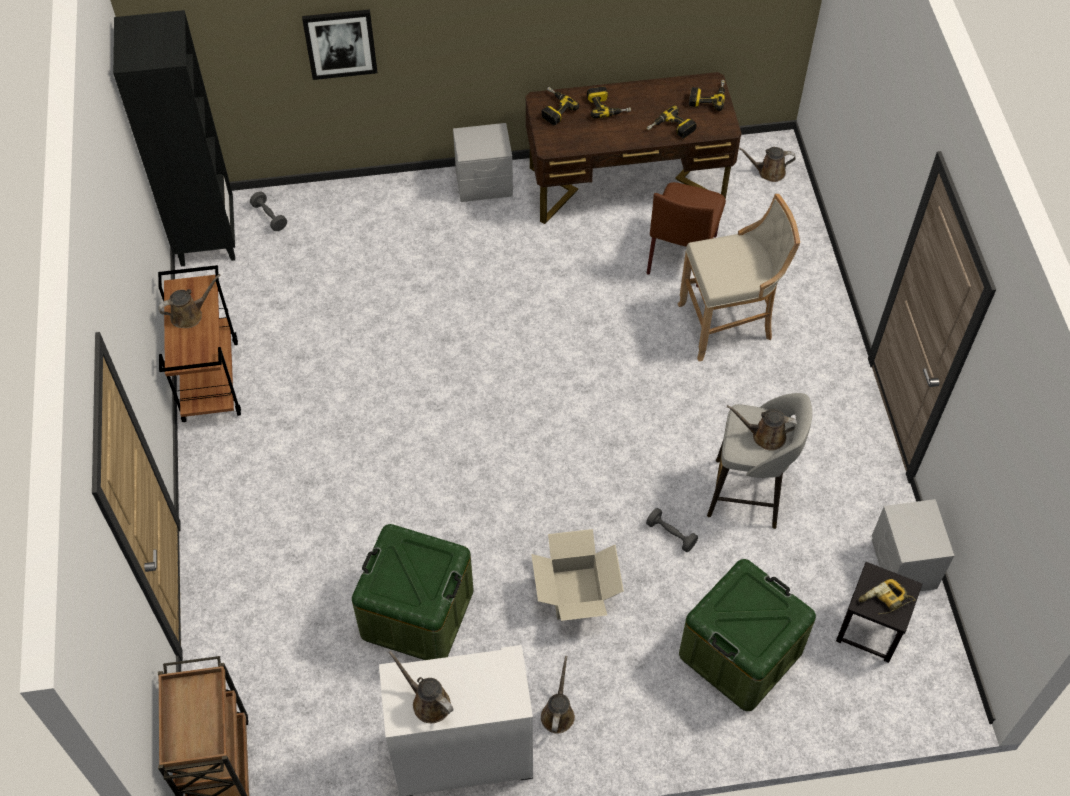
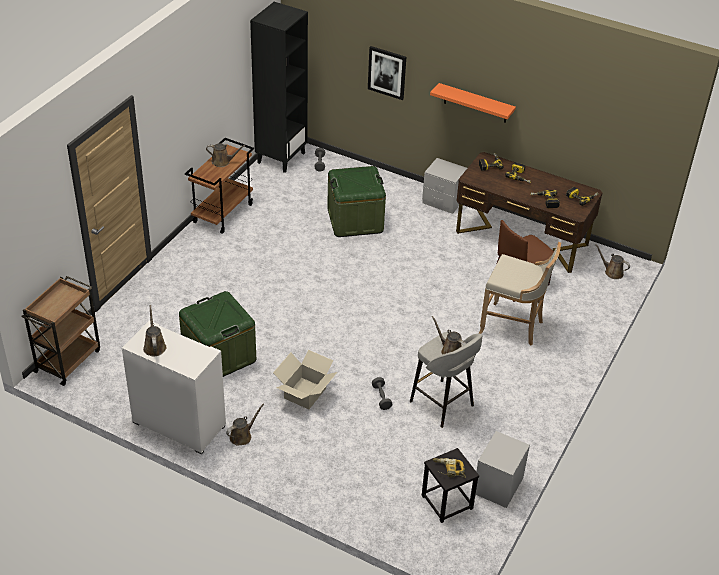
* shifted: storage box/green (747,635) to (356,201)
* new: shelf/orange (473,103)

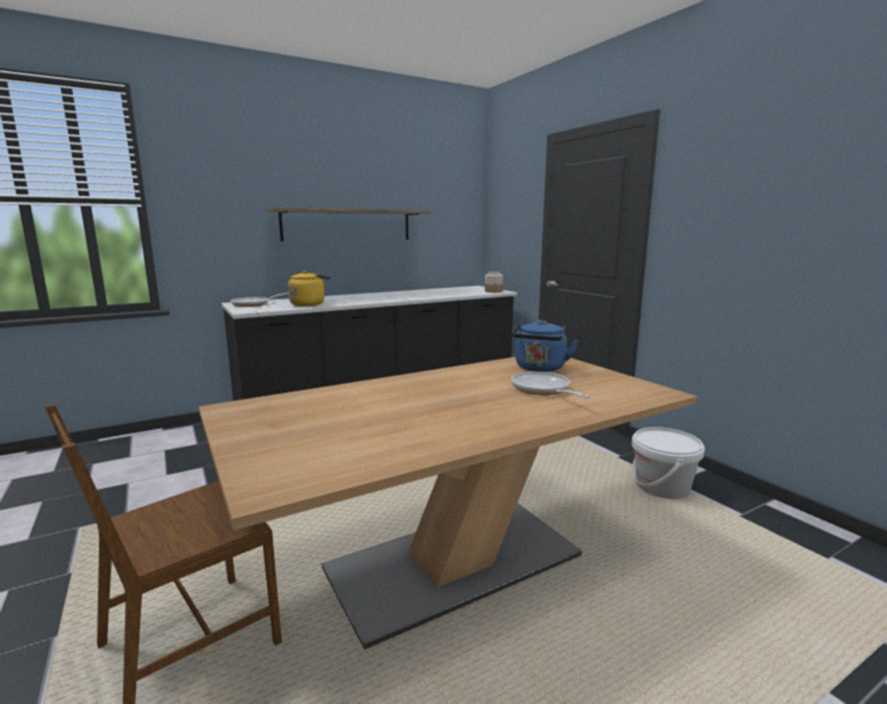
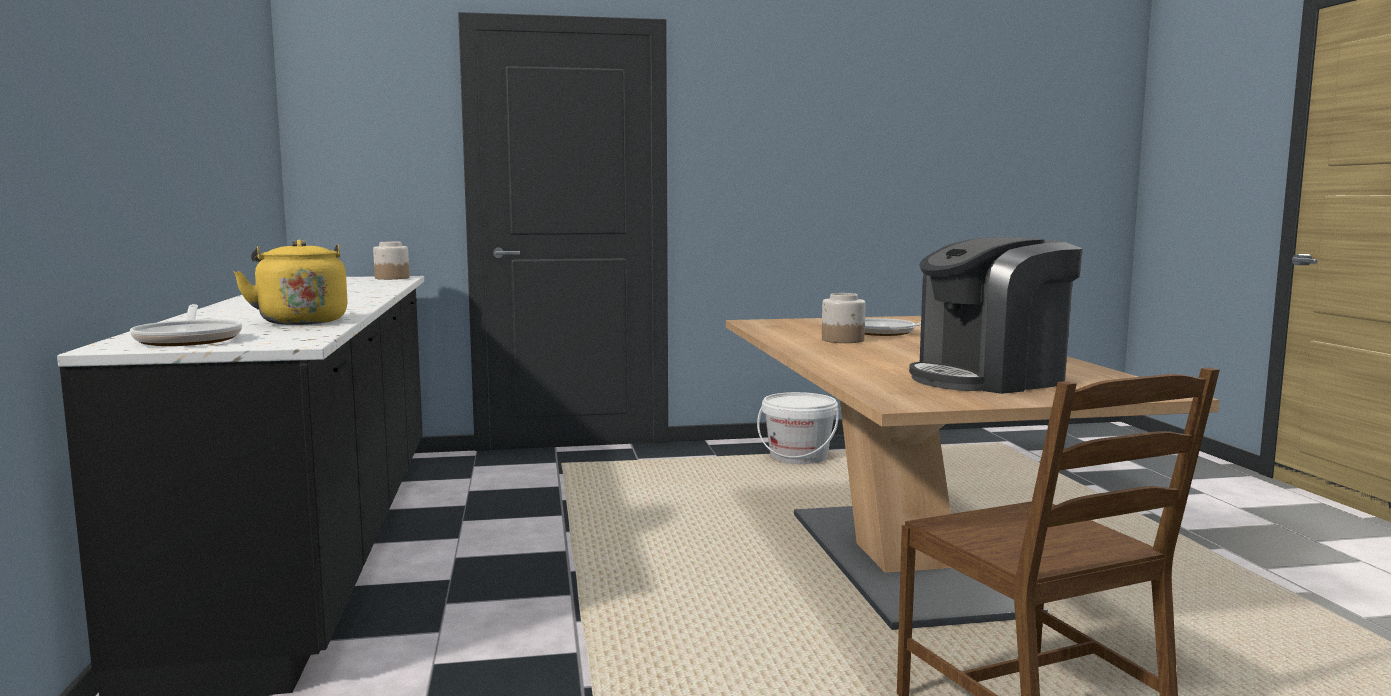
* new: jar (843,318)
* new: coffee machine (996,315)
* gone: shelf (348,224)
* gone: kettle/blue (545,346)

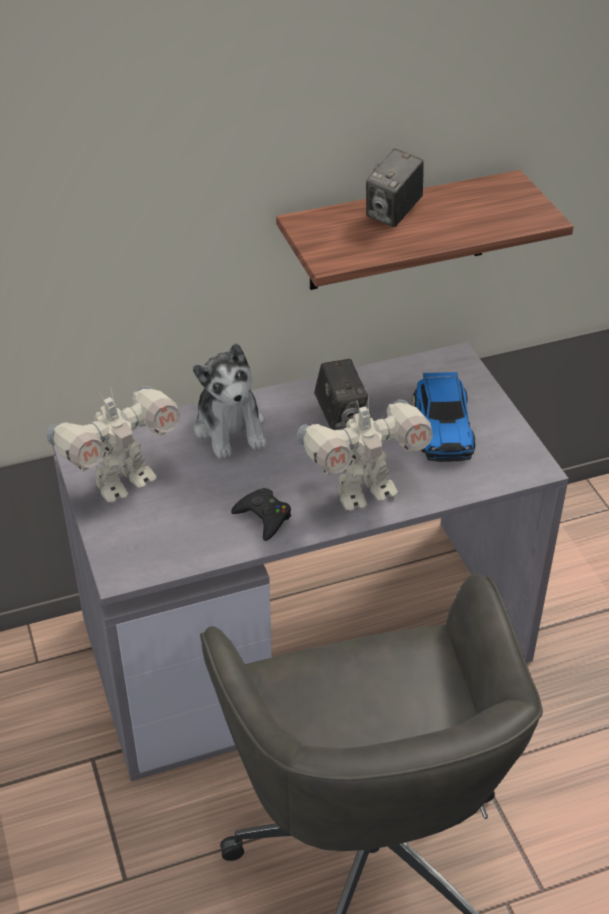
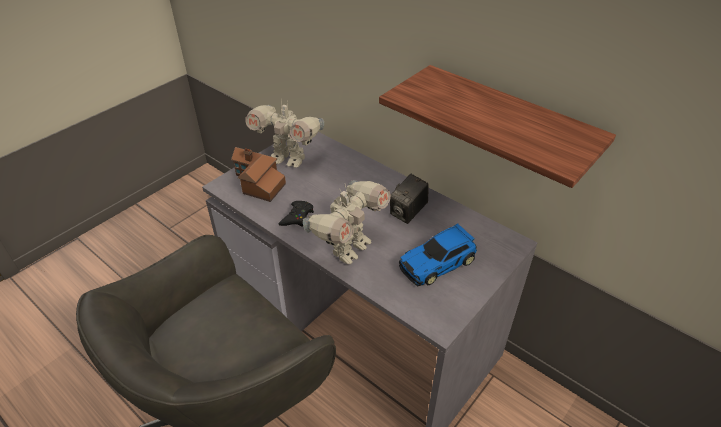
* new: toy house (258,174)
* rotated: toy robot (365,453) = (347,222) 90 degrees counterclockwise
* gone: plush toy (230,401)
* gone: photo camera (395,187)

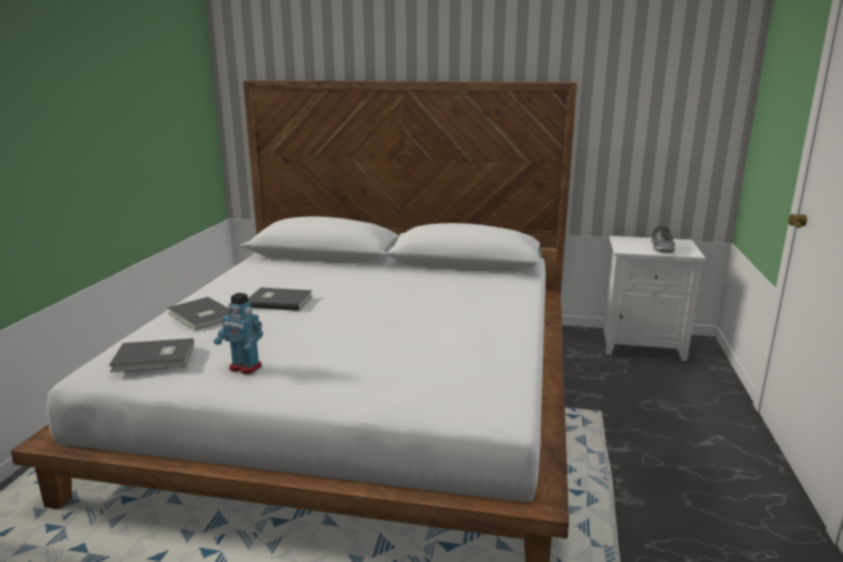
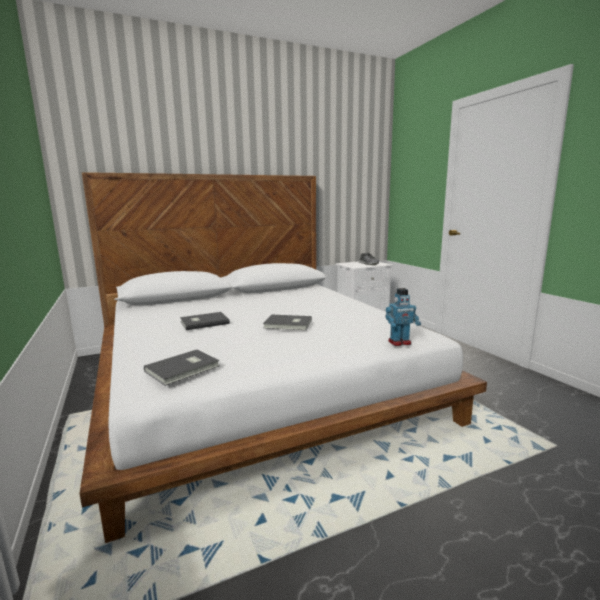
* shifted: book/grey (198,313) to (287,322)
* shifted: toy robot (238,333) to (403,317)

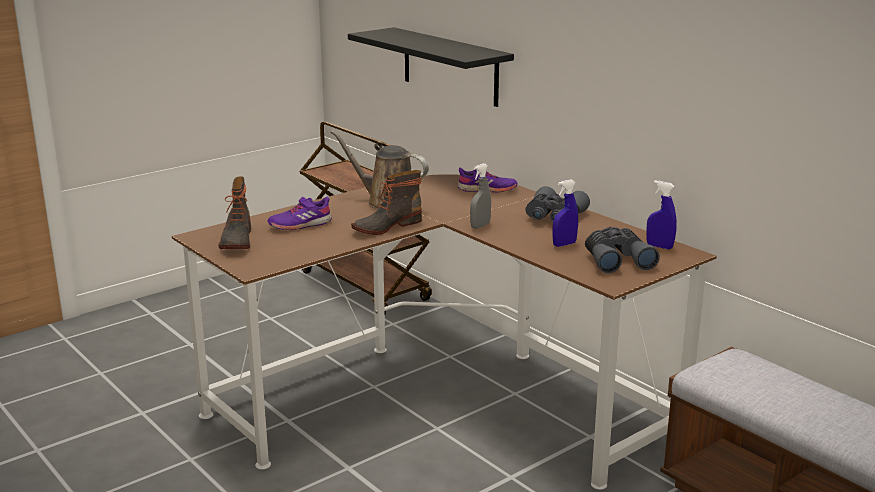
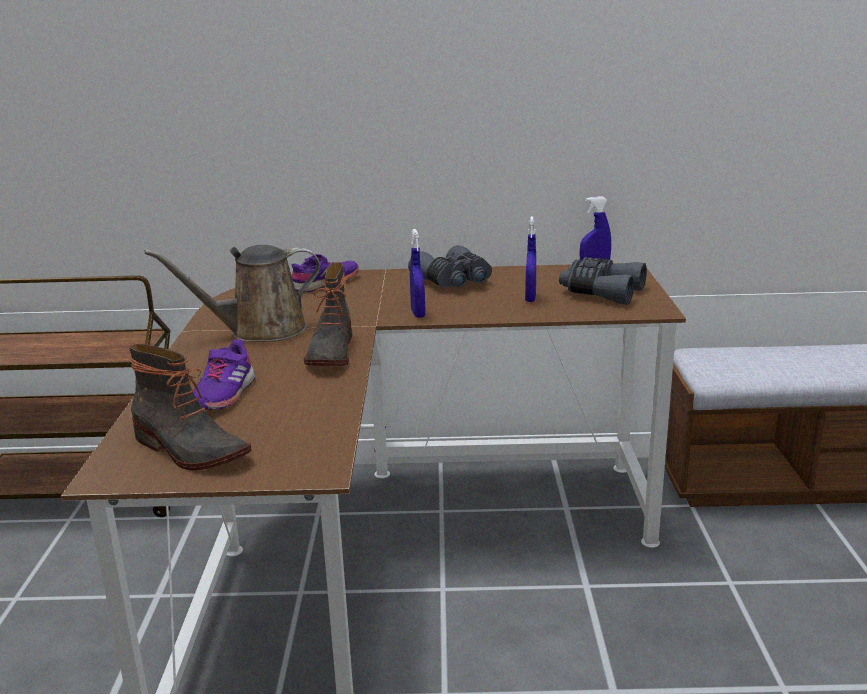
* repainted: spray bottle/grey (480,196) to spray bottle/blue (417,273)
* gone: shelf/black (431,67)

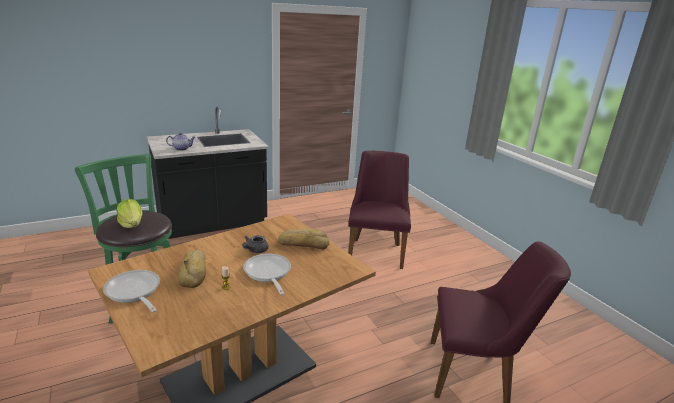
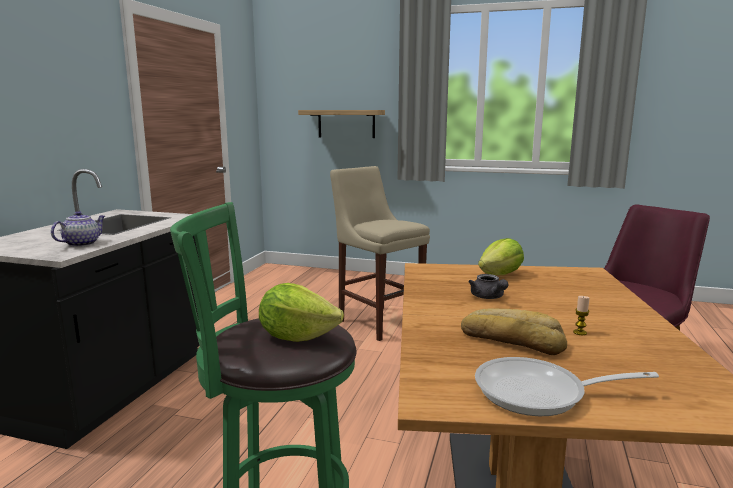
* new: shelf (341,124)
* swapped: chair/purple (379,210) to stool/beige (380,253)
* swapped: bread (303,239) to lettuce (501,256)
* gone: frying pan (267,274)

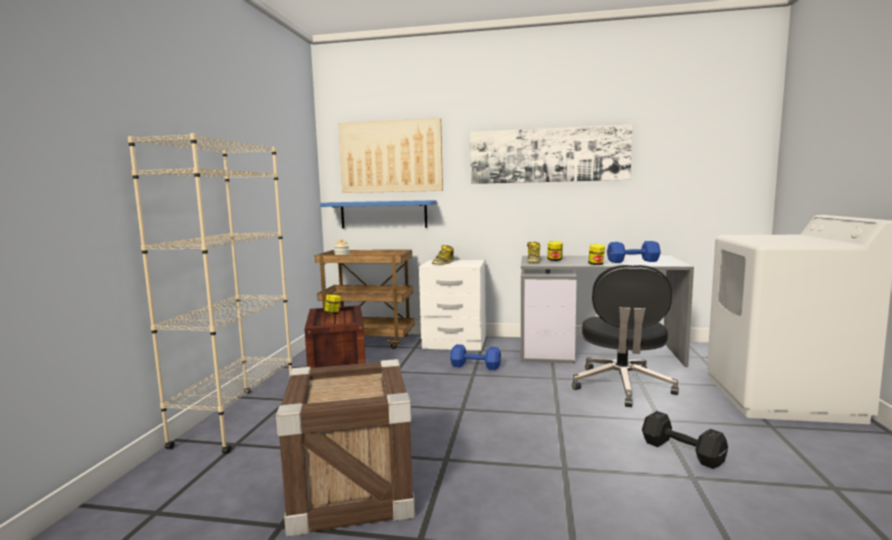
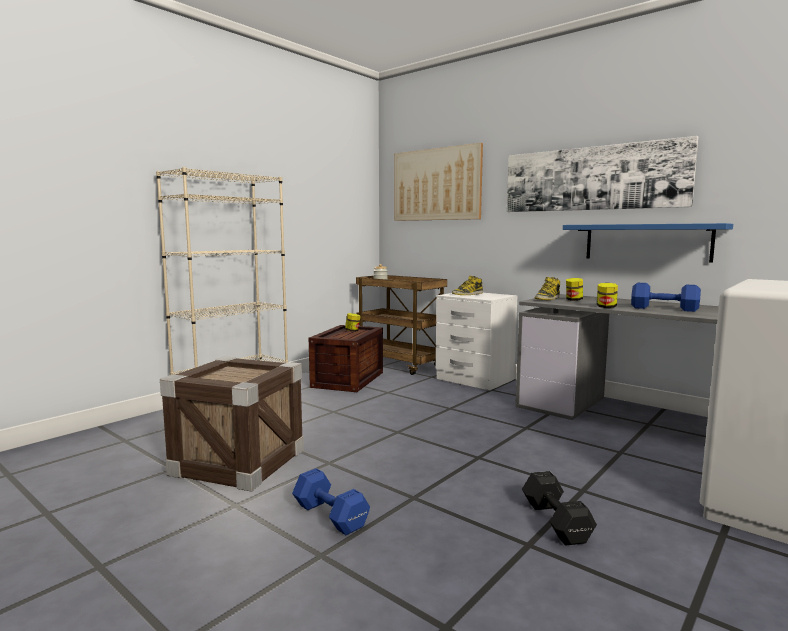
* shifted: dumbbell/blue (475,357) to (331,501)
* shifted: shelf/blue (378,214) to (648,242)
* gone: office chair/black (625,336)

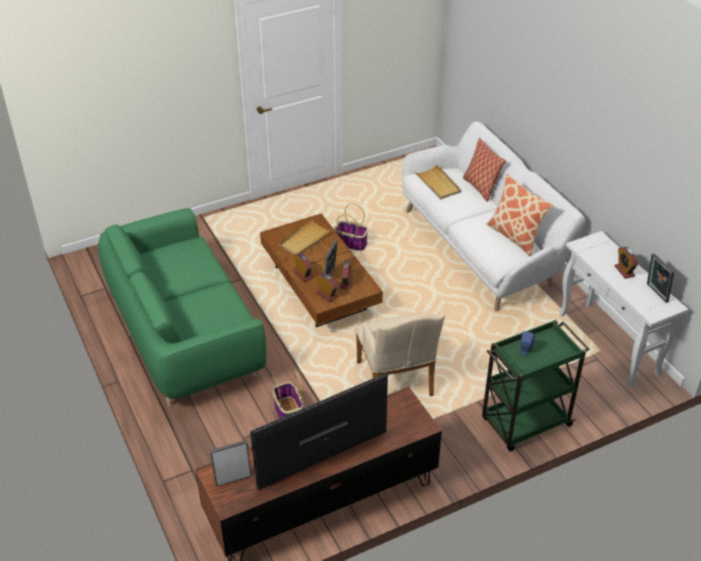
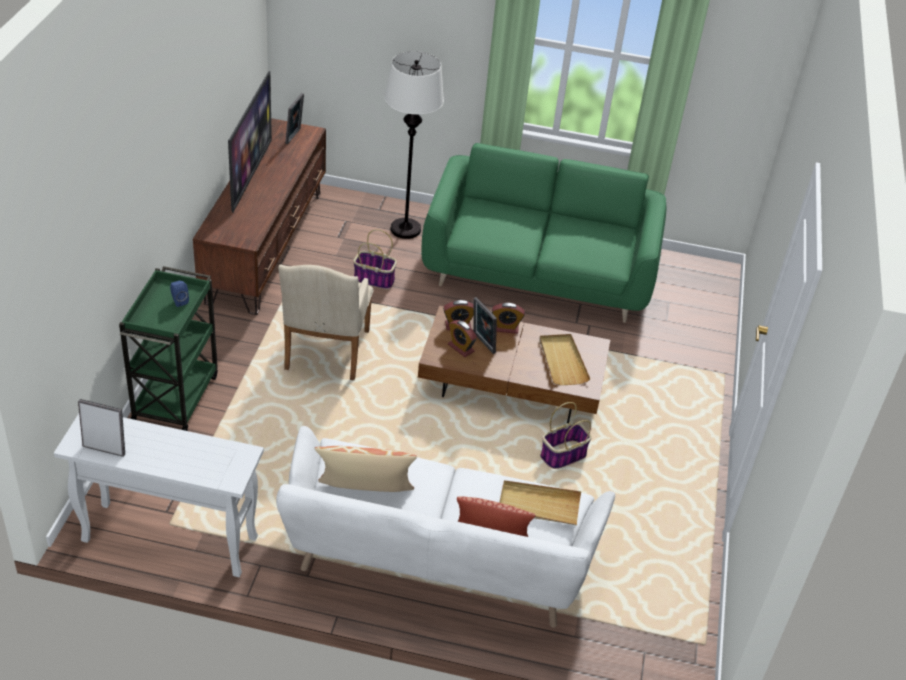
* rotated: armchair/beige (400,353) = (326,322) 105 degrees counterclockwise
* new: floor lamp/white (414,145)
* gone: alarm clock (626,263)

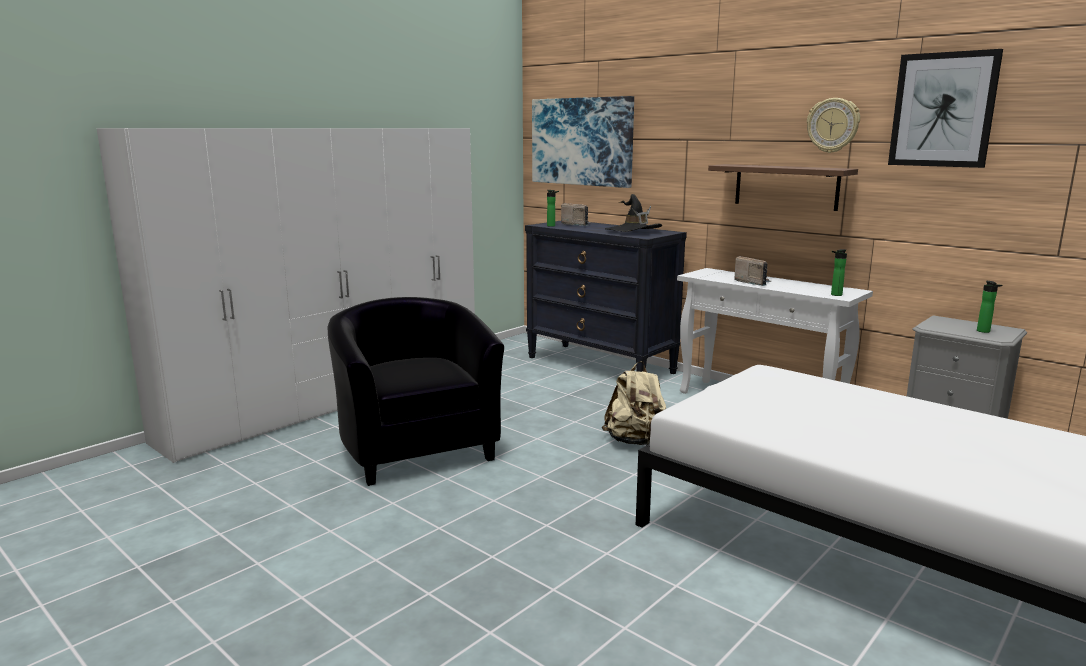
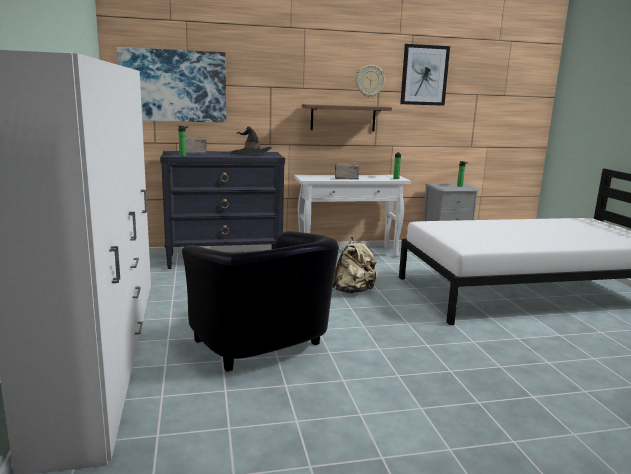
* rotated: armchair/black (416,391) = (260,301) 135 degrees counterclockwise

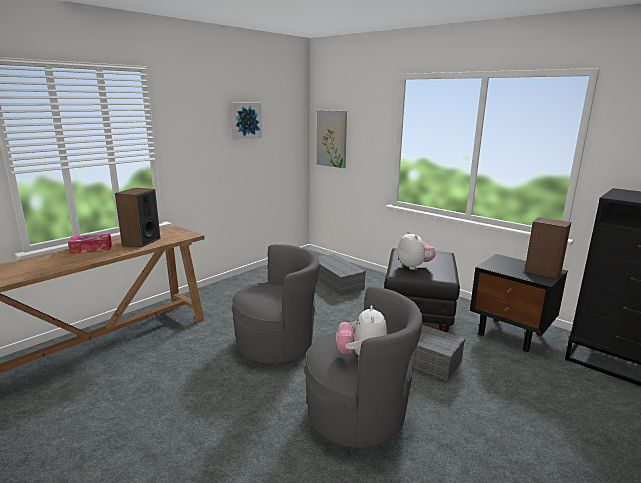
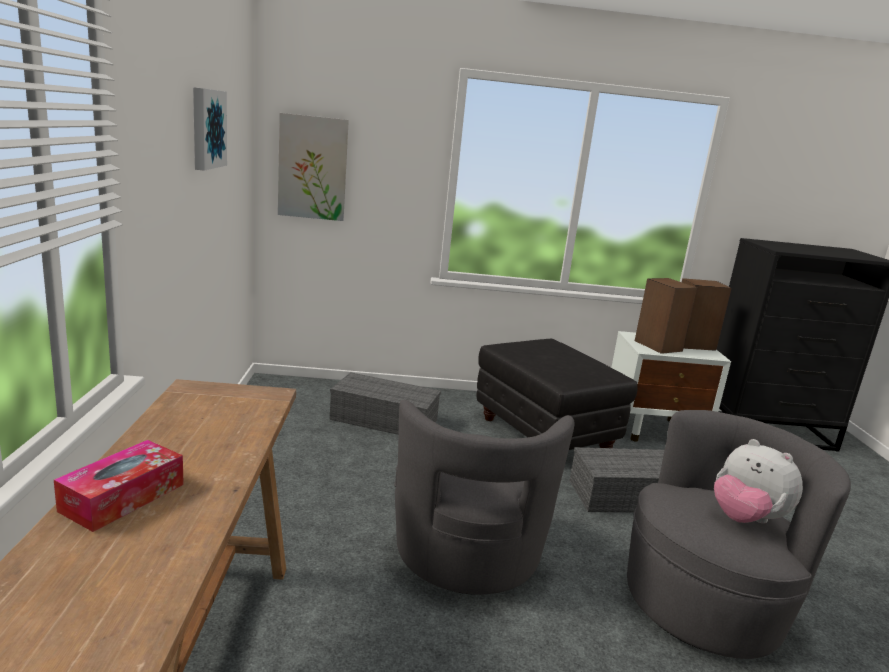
* rotated: armchair/grey (276,304) = (484,497) 150 degrees clockwise
* repainted: nightstand/black (519,303) to nightstand/white (671,386)
* shifted: speaker (138,218) to (666,316)
* gone: plush toy (417,250)

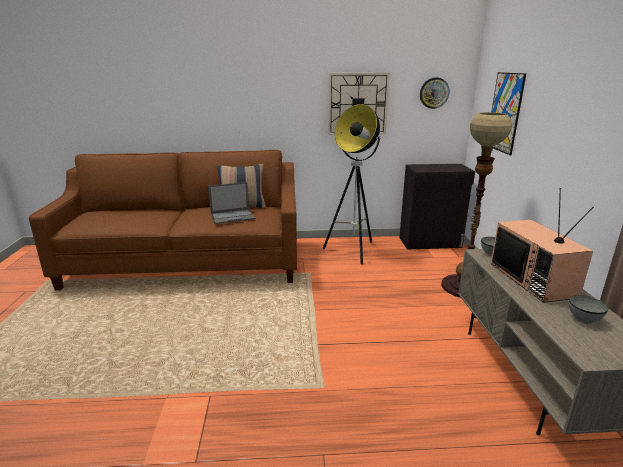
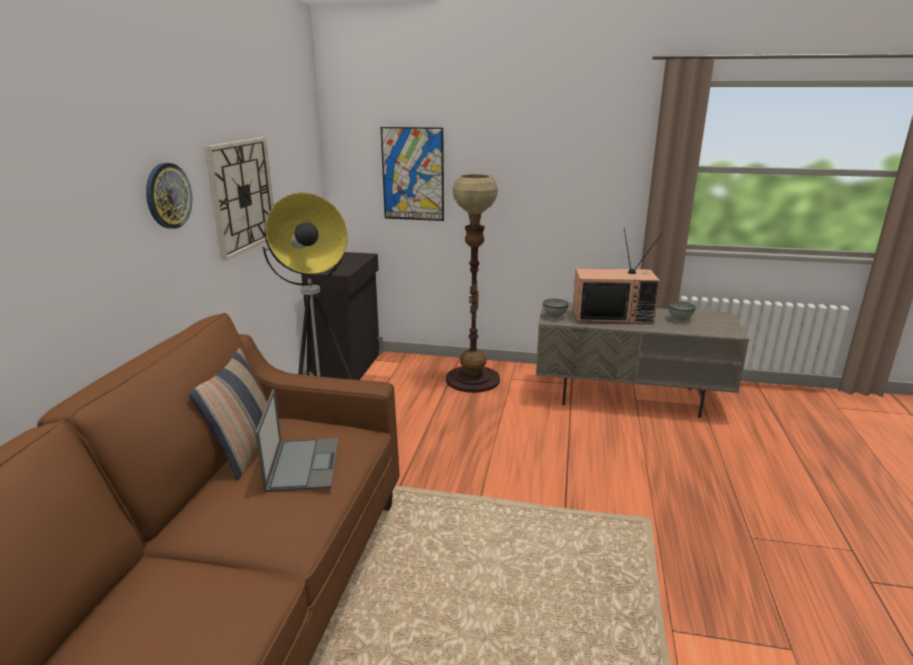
* shifted: wall clock (435,93) to (169,196)

